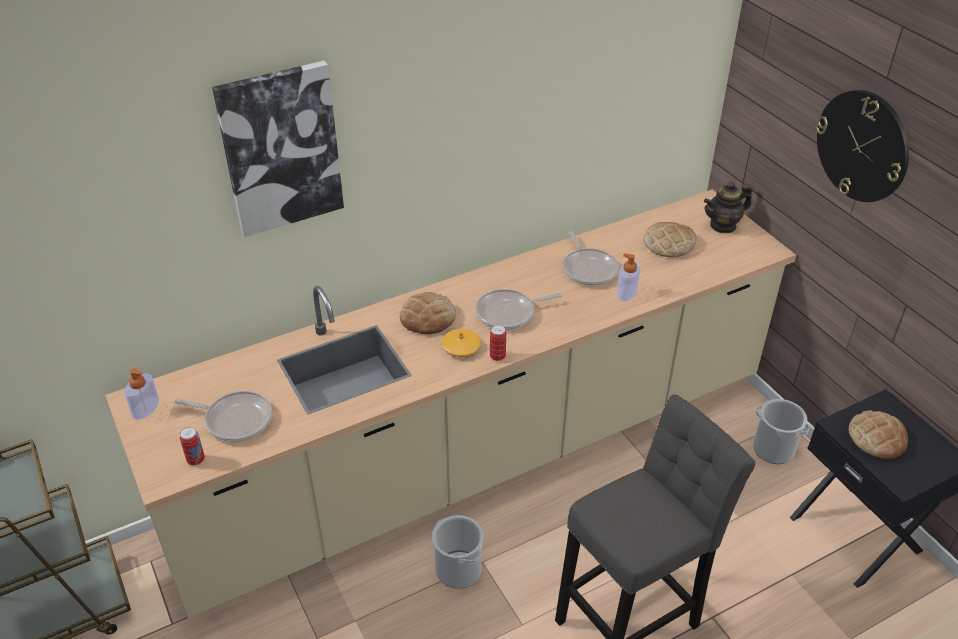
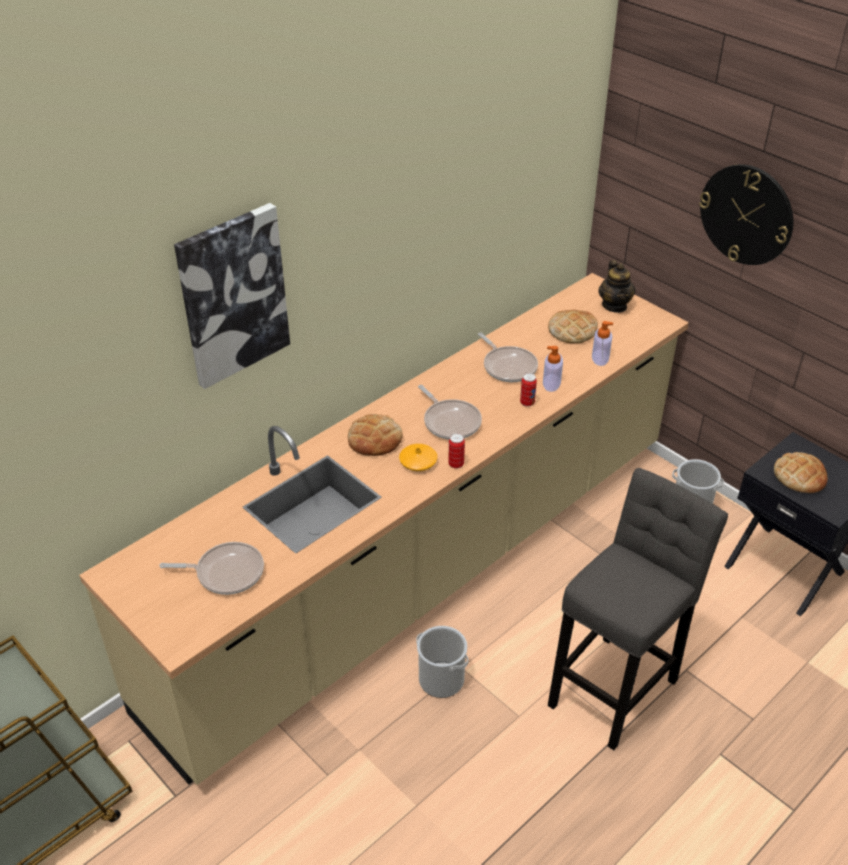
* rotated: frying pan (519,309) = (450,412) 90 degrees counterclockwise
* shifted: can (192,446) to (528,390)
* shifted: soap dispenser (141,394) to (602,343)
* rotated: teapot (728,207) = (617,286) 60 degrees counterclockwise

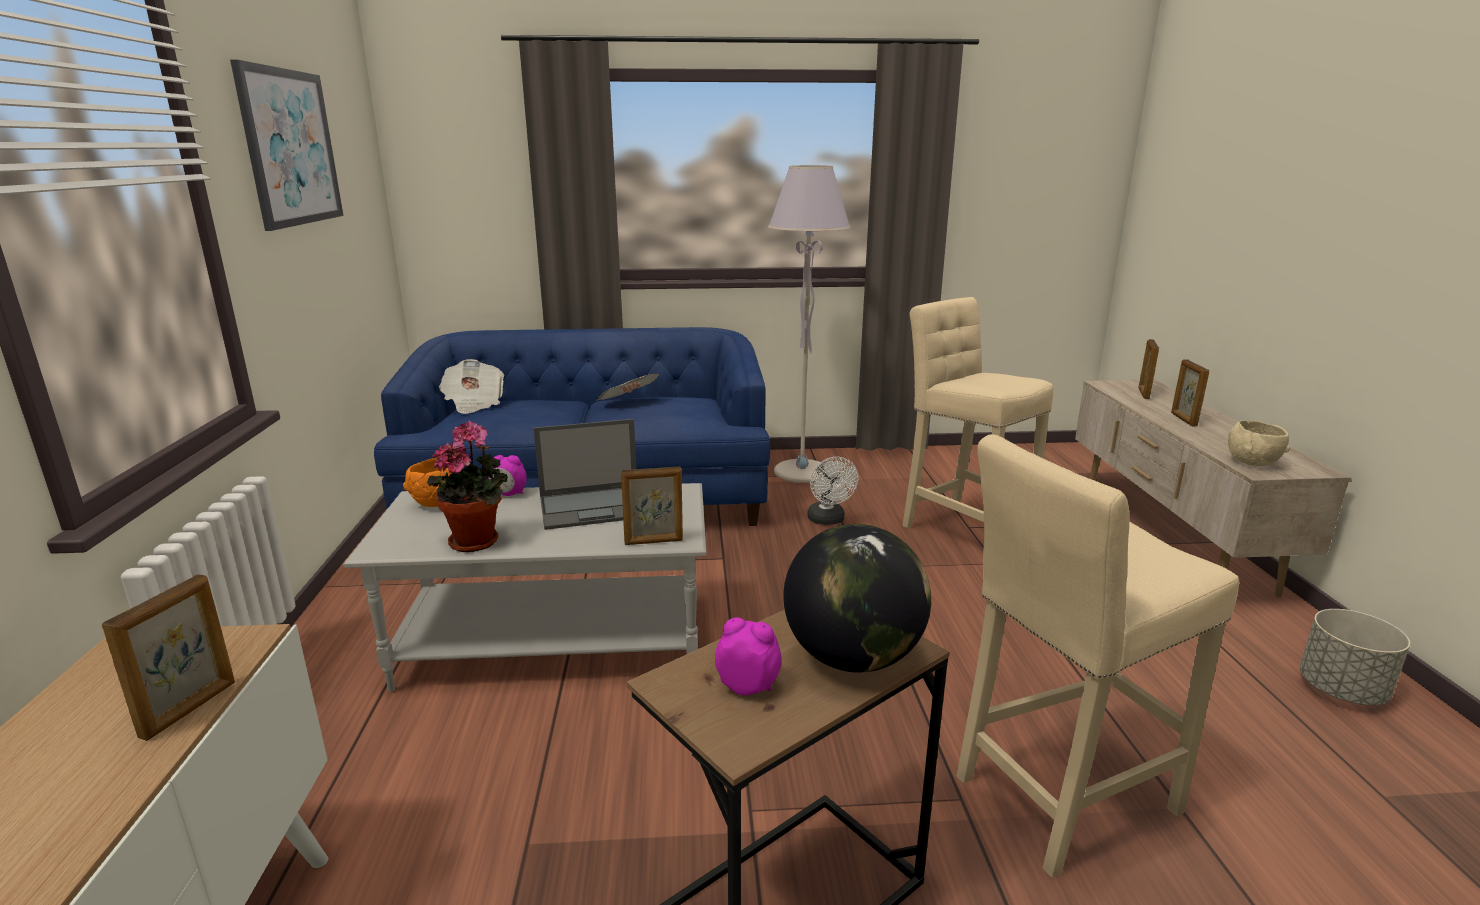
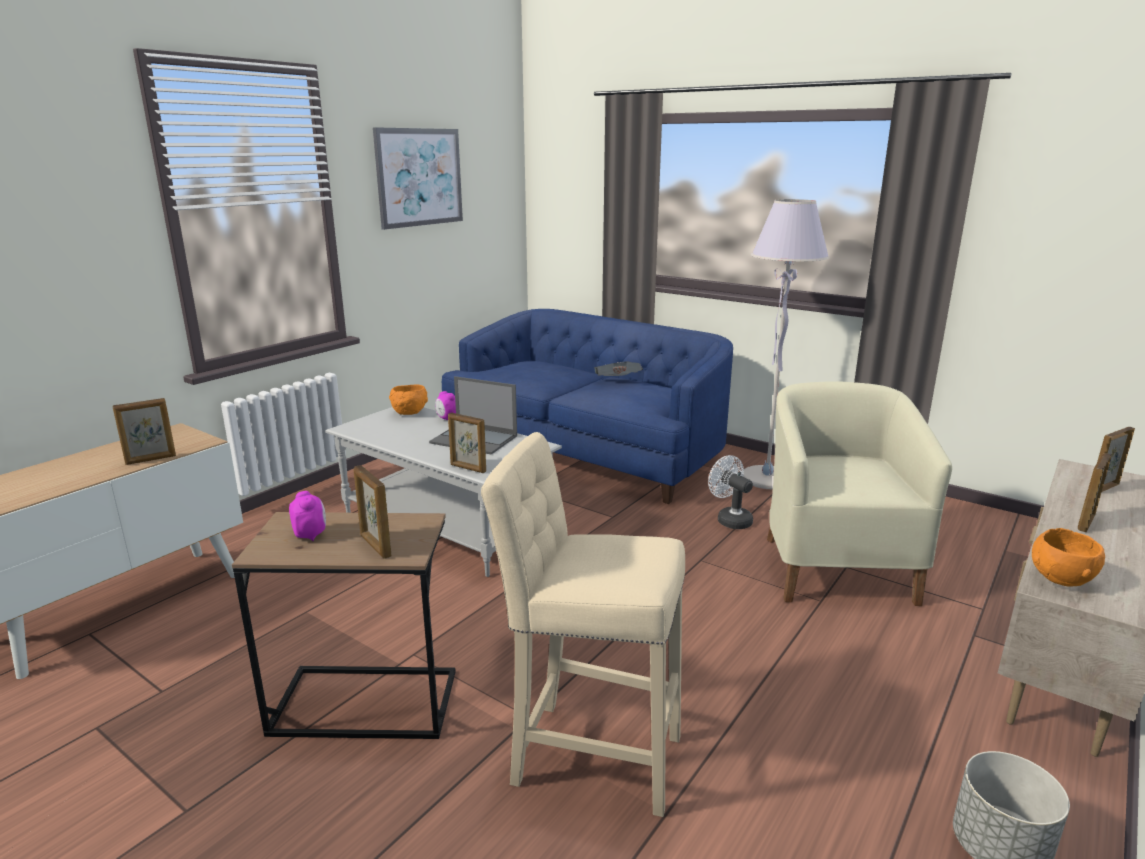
* swapped: globe (857,598) to picture frame (372,512)
* rotated: fan/white (833,491) = (730,492) 120 degrees clockwise
* swapped: stool/beige (977,428) to armchair/beige (859,493)
* repainted: bowl/beige (1259,443) to bowl/orange (1068,557)
* gone: potted plant (467,486)
* gone: newspaper (471,386)

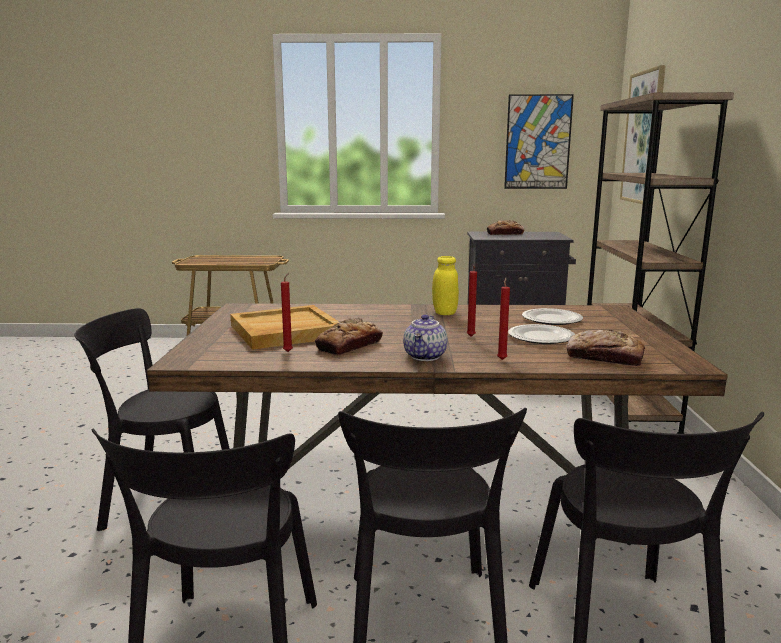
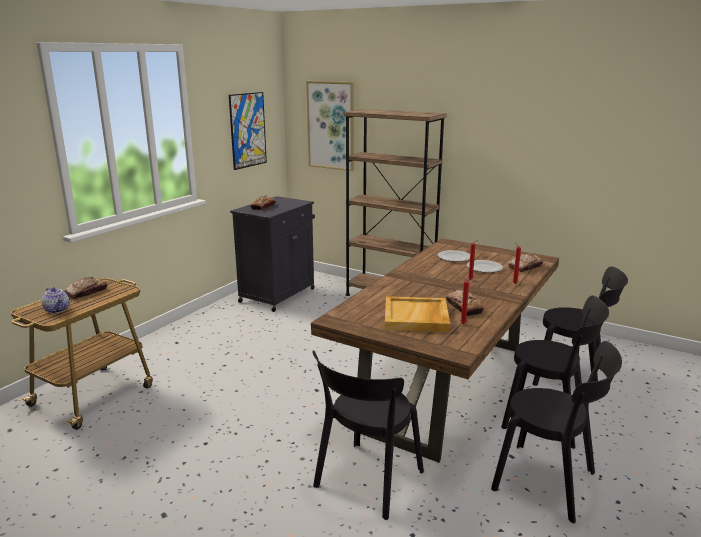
* shifted: teapot (425,337) to (55,300)
* new: bread (85,288)
* gone: jar/yellow (445,285)

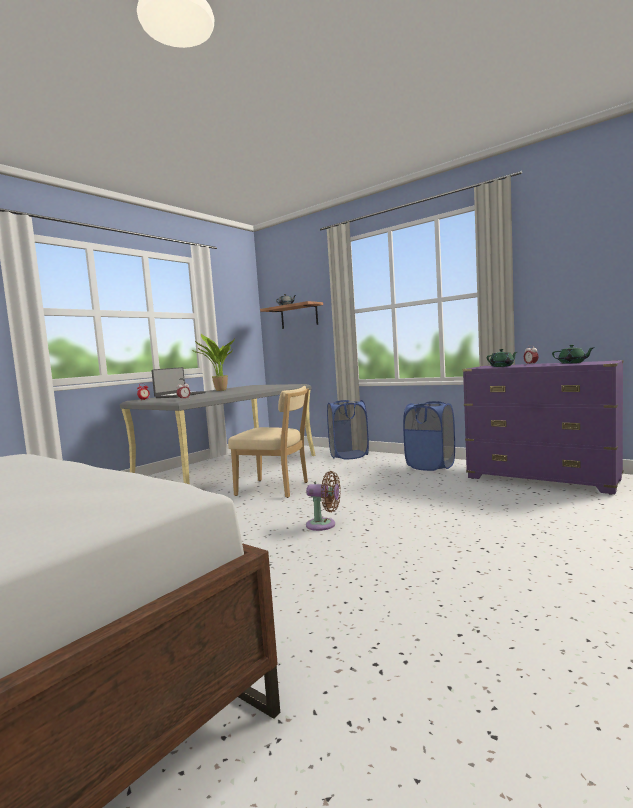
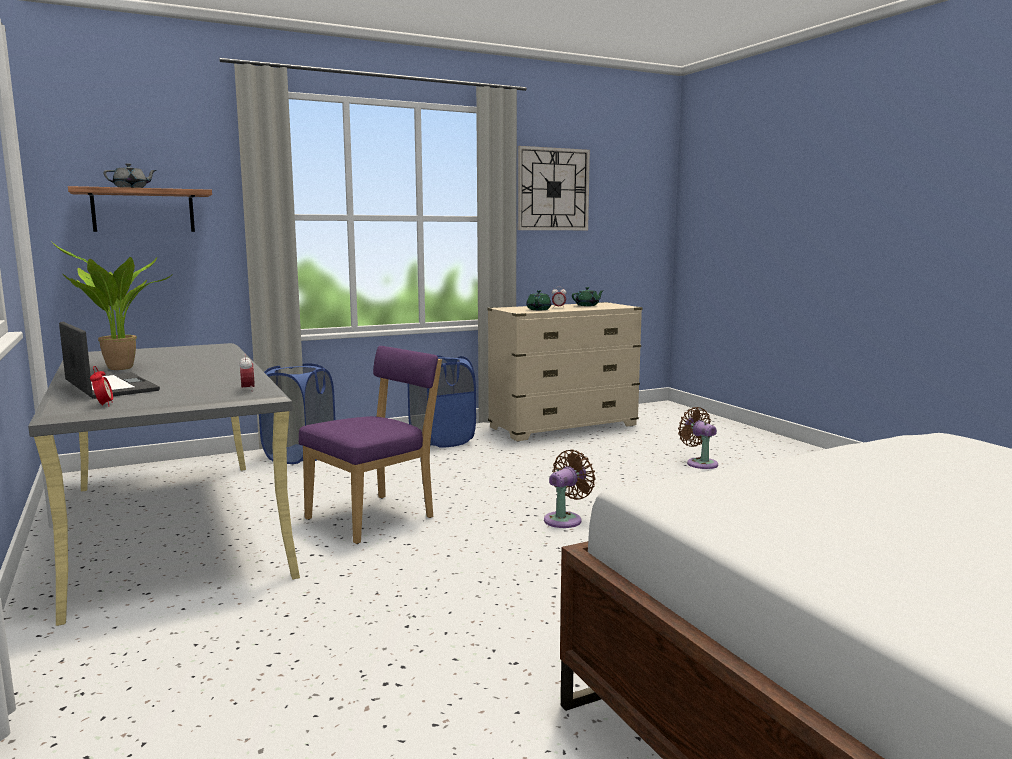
* repainted: chair/beige (268,442) to chair/purple (370,445)
* repainted: dresser/purple (543,427) to dresser/beige (565,372)
* new: wall clock (554,188)
* new: fan/brown (698,438)

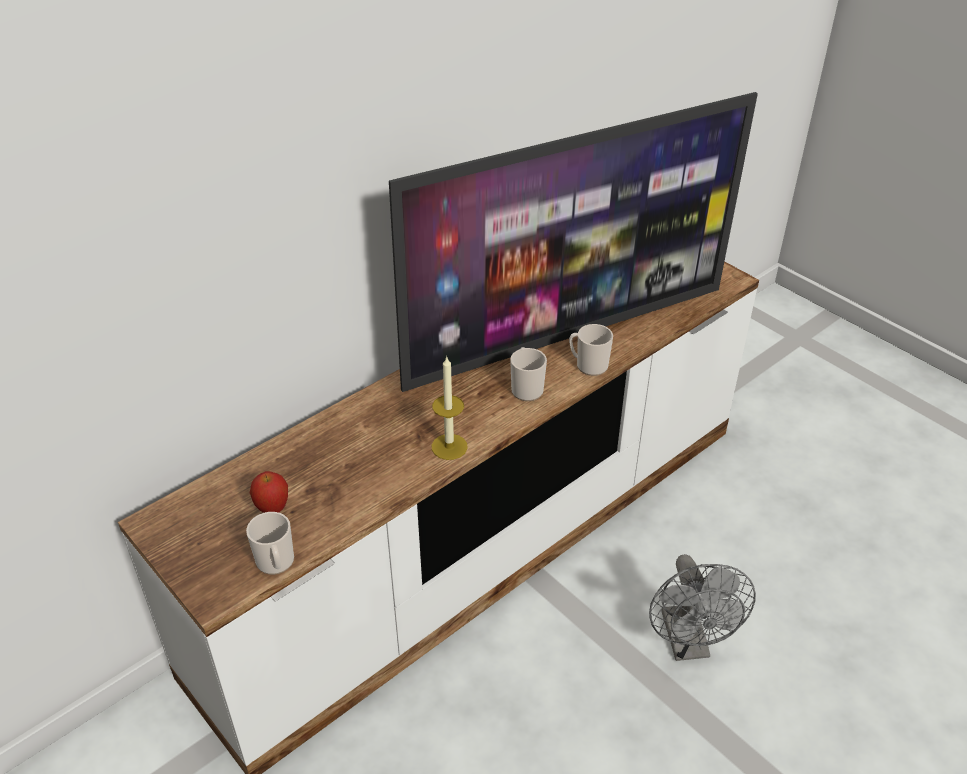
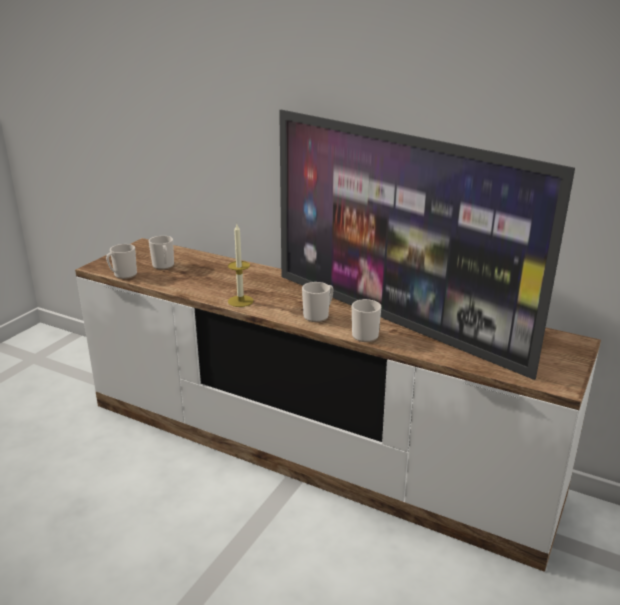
* swapped: apple (269,492) to mug (161,253)
* gone: fan/grey (702,607)

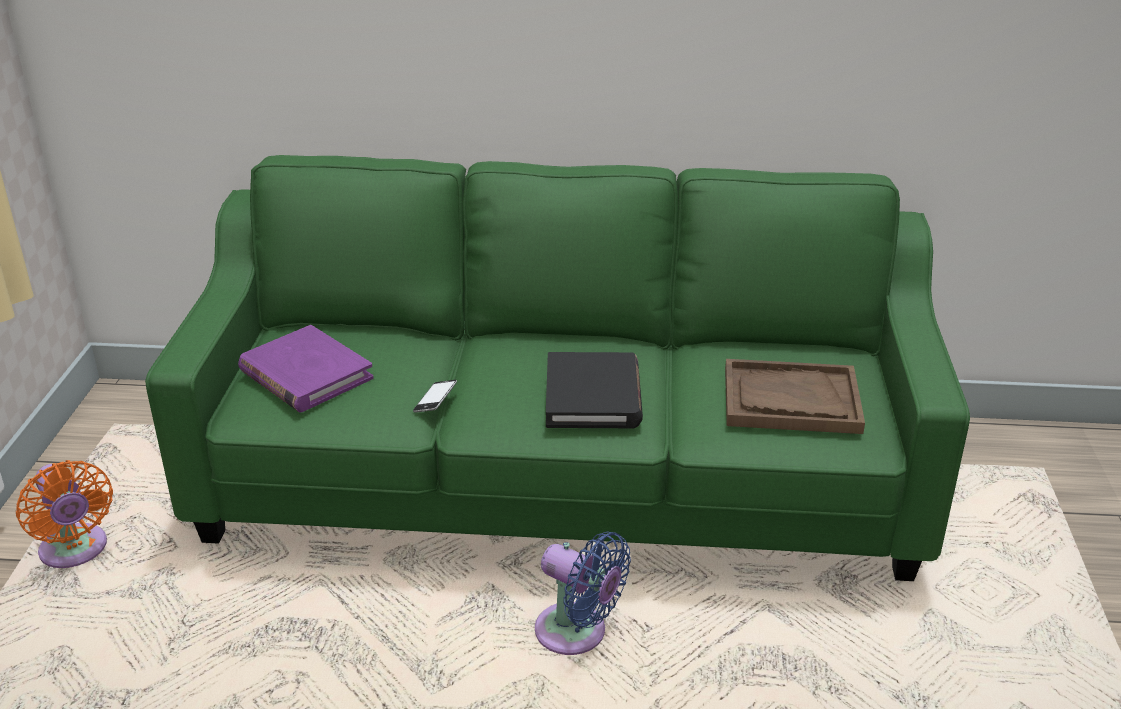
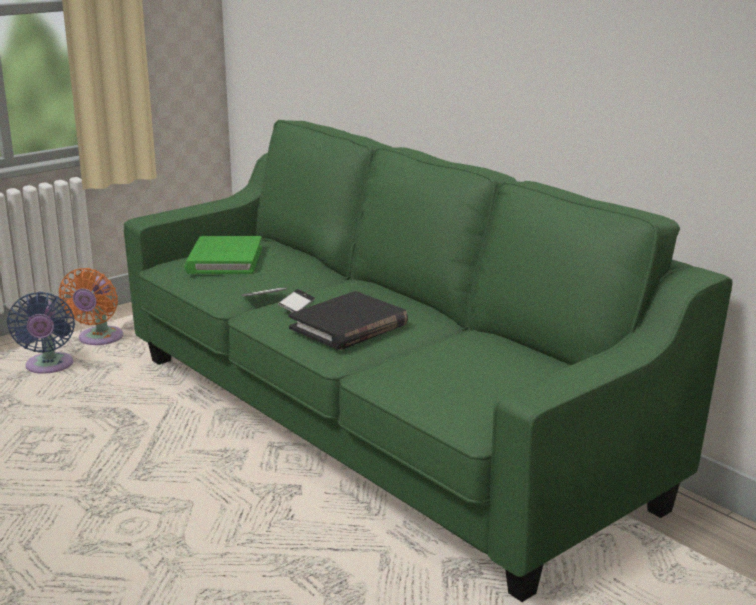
* shifted: fan/blue (583,593) to (41,333)
* repainted: book/purple (306,368) to book/green (223,255)
* new: phone (296,301)
* gone: tray/brown (795,396)

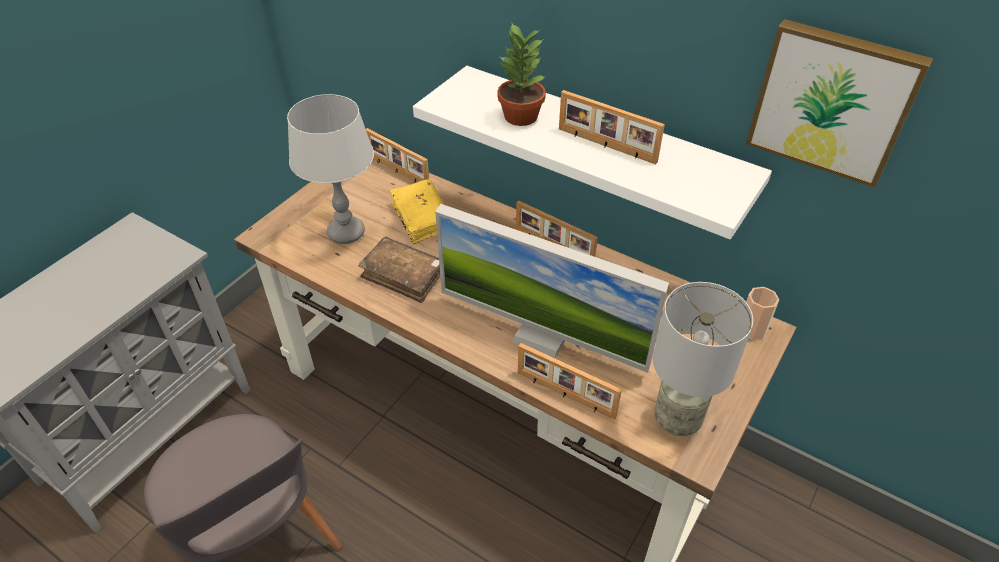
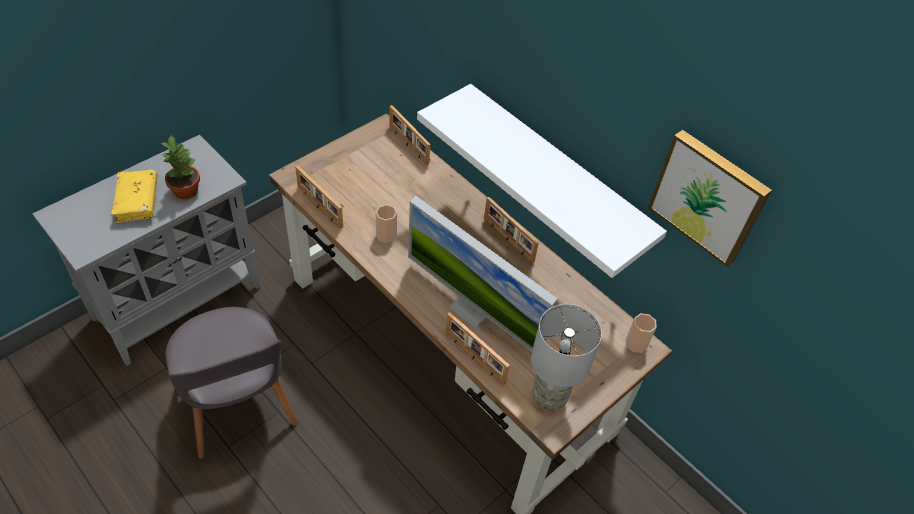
* shifted: book/yellow (417,211) to (134,197)
* shifted: potted plant (522,74) to (180,167)
* shifted: picture frame (612,127) to (319,196)
* swapped: book/brown (399,270) to cup (386,223)
* gone: table lamp/grey (330,169)

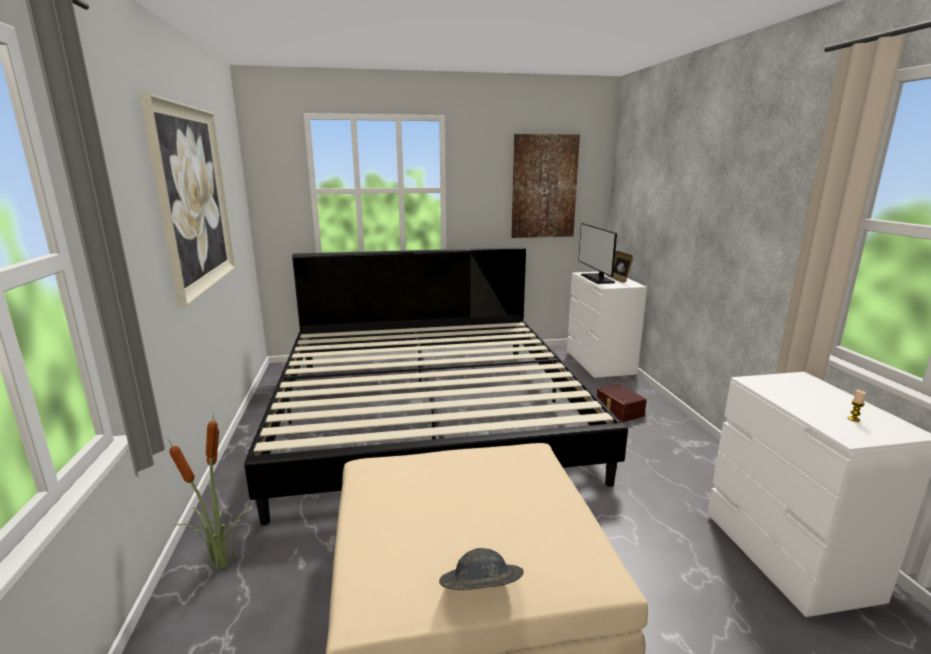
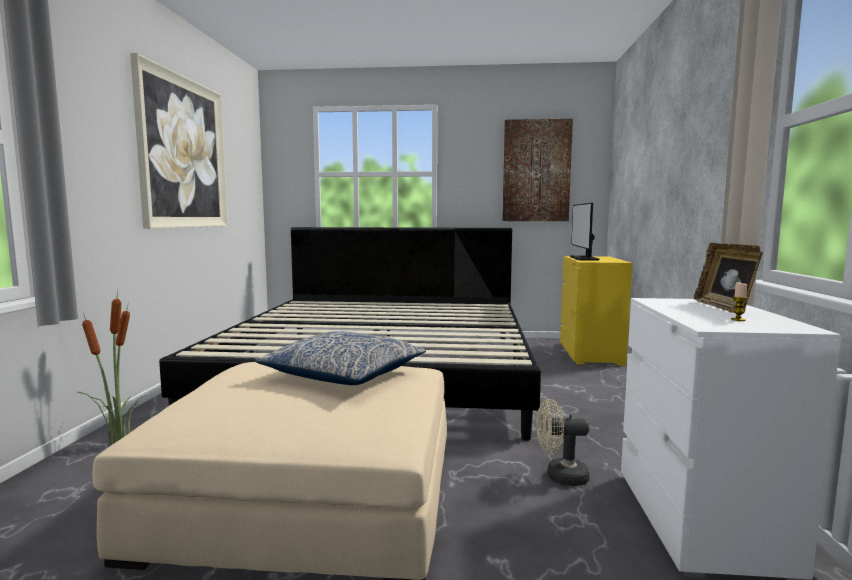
* new: pillow (340,358)
* new: fan/beige (563,442)
* repainted: dresser/white (607,326) to dresser/yellow (596,311)
* shifted: picture frame (619,267) to (728,278)
* gone: hat/grey (481,569)
* gone: storage box/brown (622,403)

